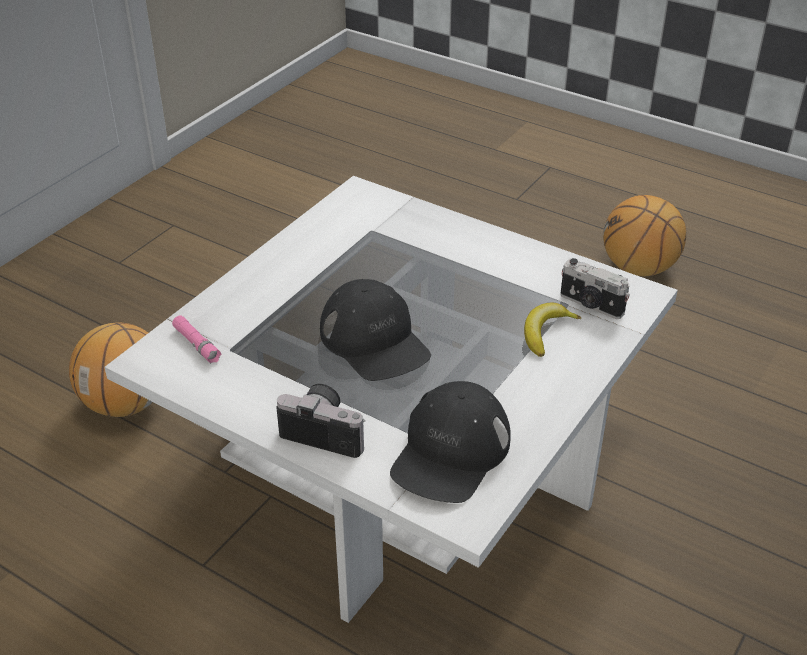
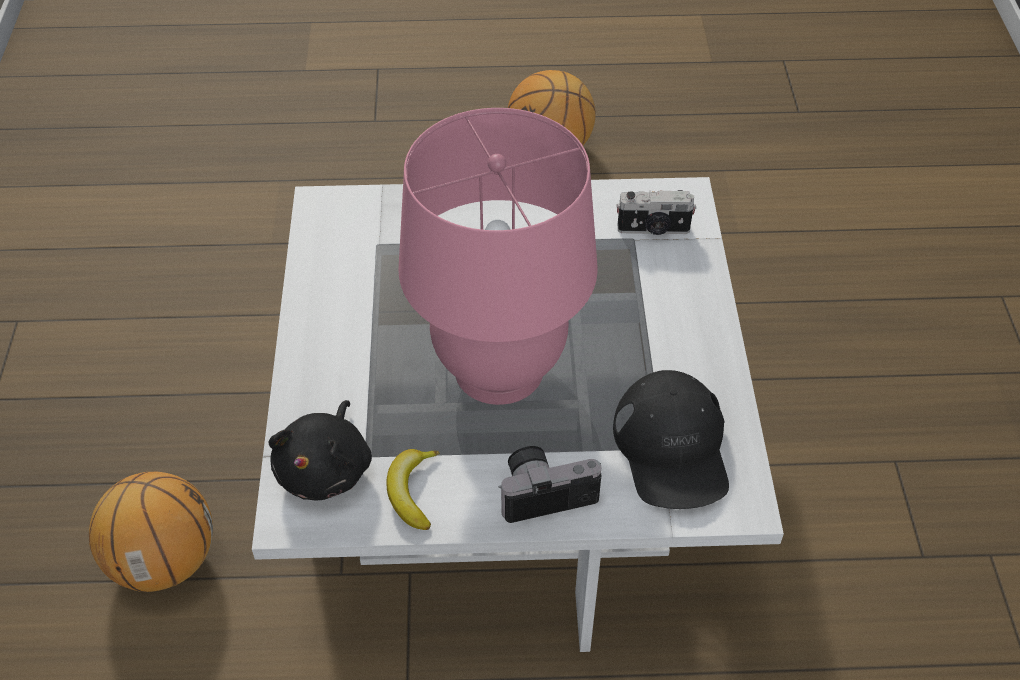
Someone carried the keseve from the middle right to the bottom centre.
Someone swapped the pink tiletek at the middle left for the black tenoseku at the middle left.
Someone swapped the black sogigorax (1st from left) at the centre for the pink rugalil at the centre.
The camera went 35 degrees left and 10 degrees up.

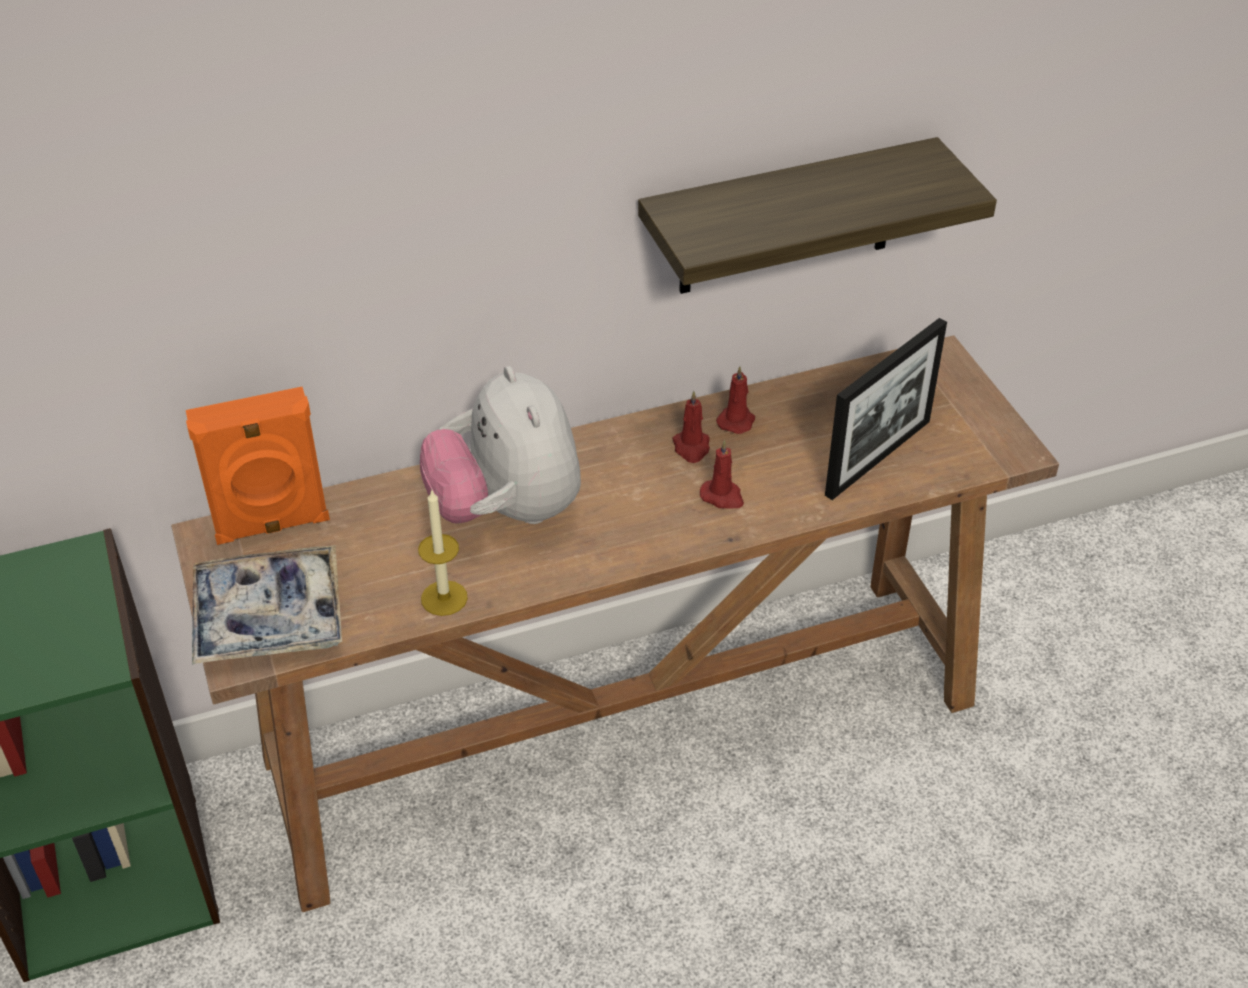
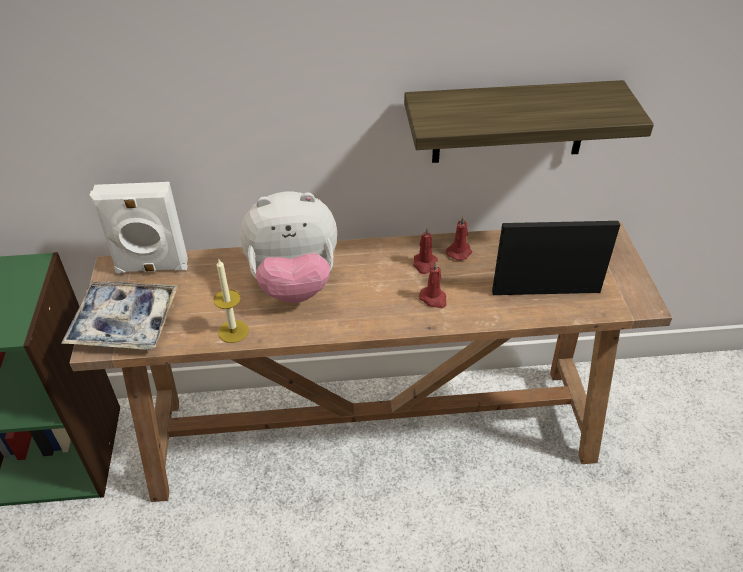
Someone repainted the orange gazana at the middle left, which became the white gazana at the middle left.
Someone rotated the tenoseku at the centre by 90 degrees counterclockwise.
Someone rotated the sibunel at the middle right by 150 degrees counterclockwise.
The camera went 15 degrees right and 0 degrees up.

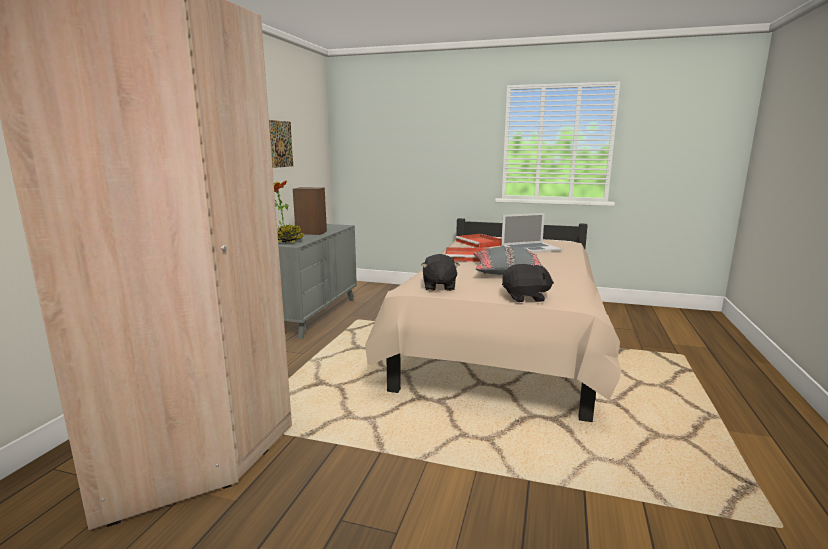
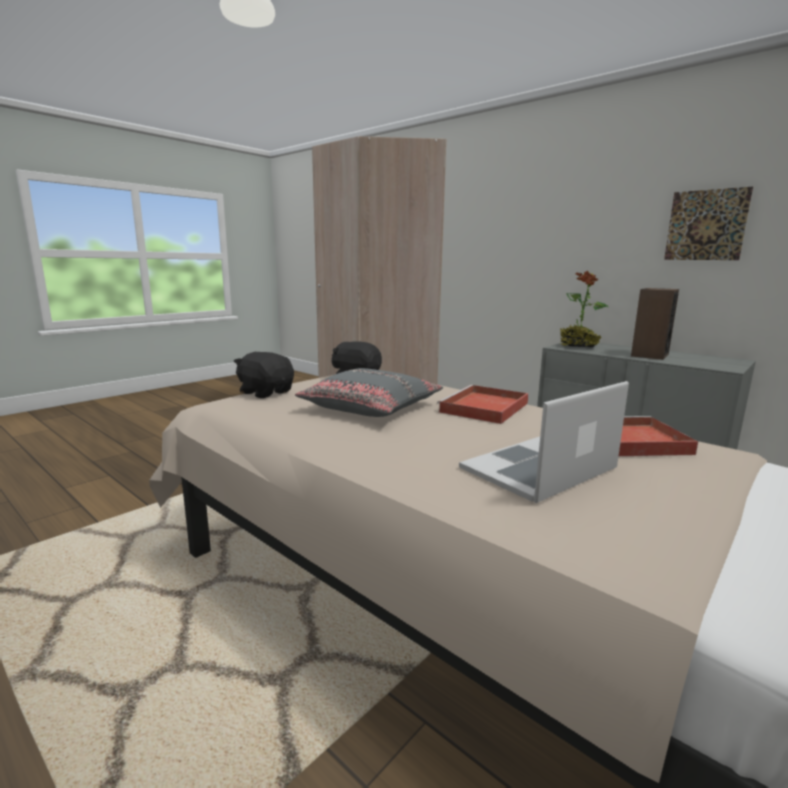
Someone rotated the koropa at the centre by 45 degrees clockwise.
Someone rotated the black tenoseku (2nd from left in the first image) at the centre by 105 degrees clockwise.
The camera went 115 degrees right and 0 degrees up.

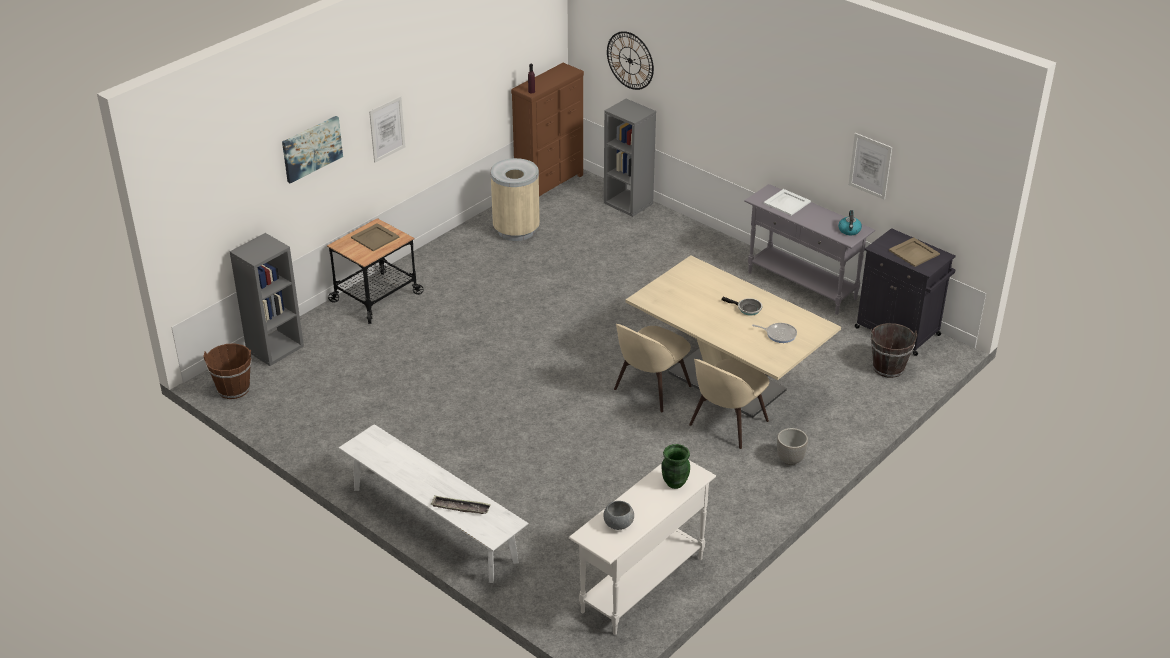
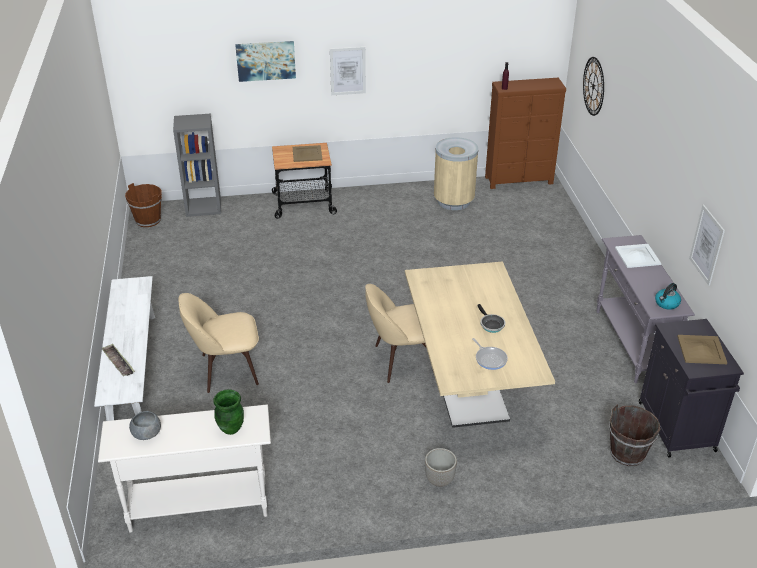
Someone took away the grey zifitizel (2nd from left) at the top centre.
Someone carried the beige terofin (2nd from left in the first image) from the centre to the middle left.
The camera went 40 degrees right and 0 degrees up.

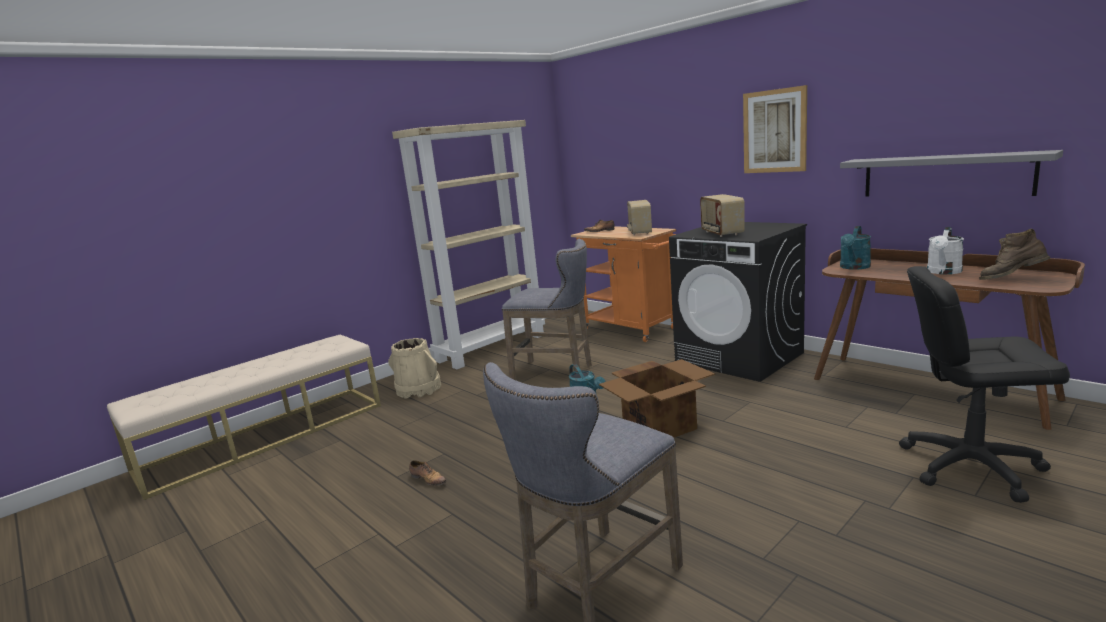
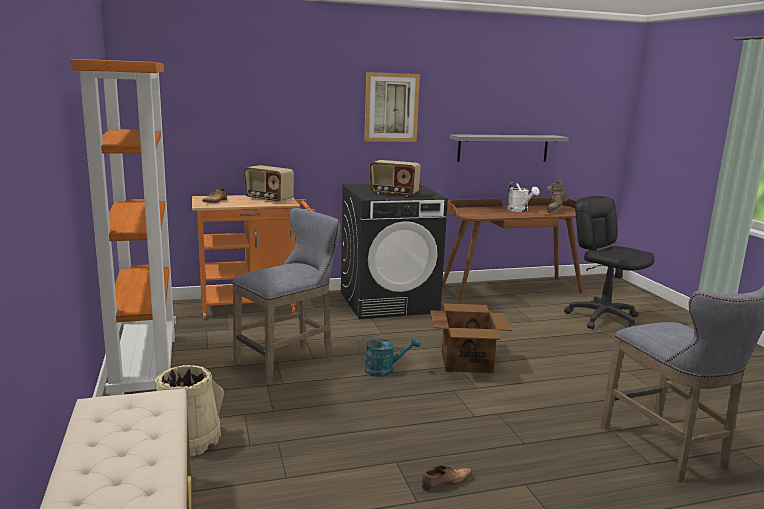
Someone took away the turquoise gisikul (2nd from left) at the middle right.
Someone repainted the beige zifitizel at the centre, which became the orange zifitizel at the middle left.
Someone rotated the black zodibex at the middle right by 105 degrees clockwise.
The camera went 65 degrees left and 0 degrees up.

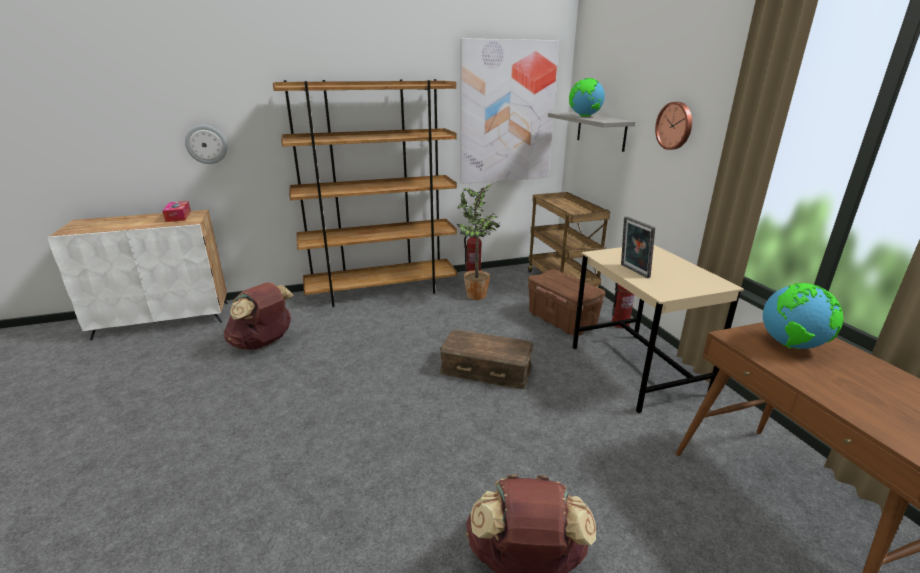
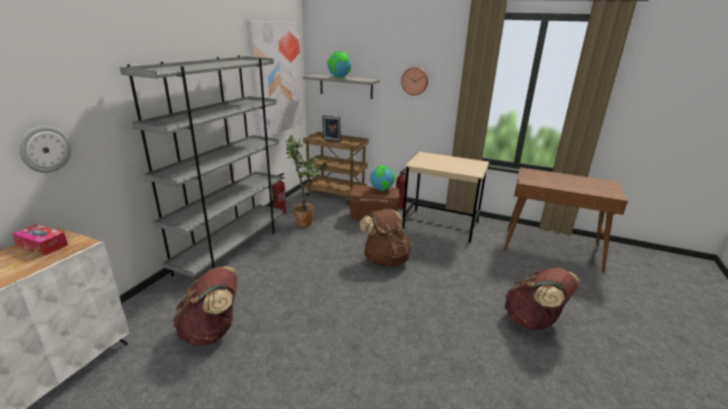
Someone carried the sibunel from the middle right to the top centre.
Someone carried the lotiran (2nd from left) from the middle right to the centre.
Someone swapped the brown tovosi (1st from left) at the centre for the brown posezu (2nd from left) at the centre.
Someone repainted the brown zifitizel at the centre, which became the grey zifitizel at the middle left.
The camera went 50 degrees left and 0 degrees up.

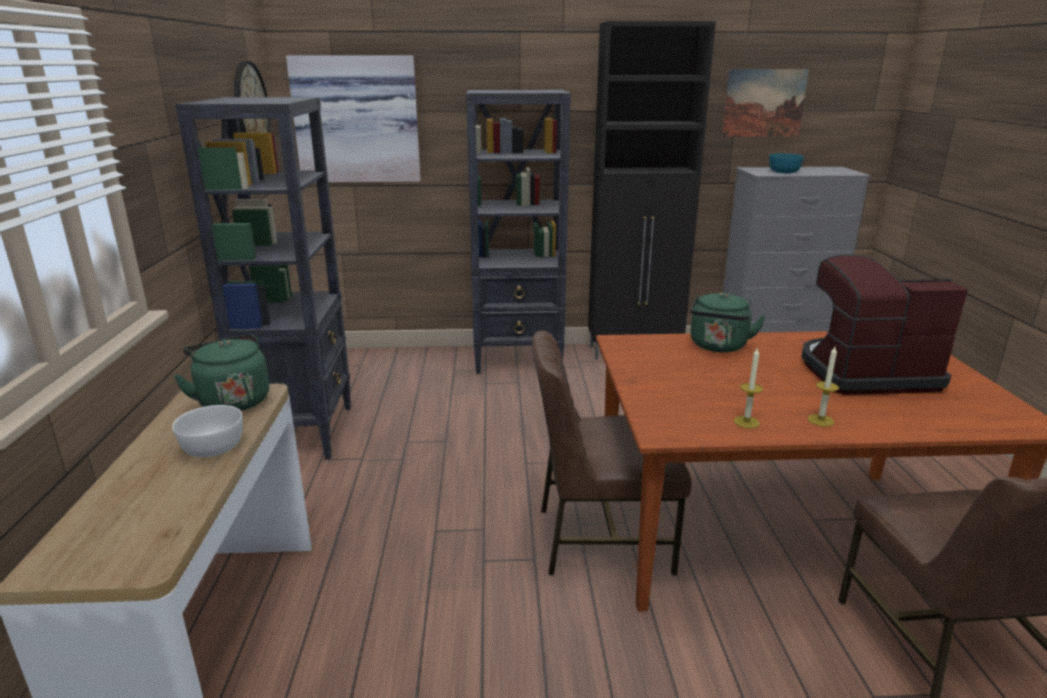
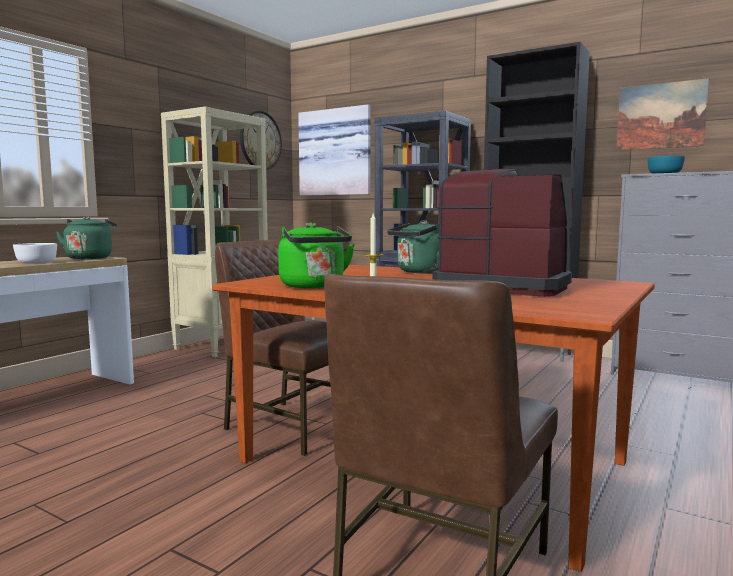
Someone swapped the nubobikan (1st from left) at the middle right for the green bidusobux (2nd from left) at the centre.
Someone repainted the black zifitizel (1st from left) at the middle left, which became the beige zifitizel at the middle left.
The camera went 35 degrees right and 15 degrees down.

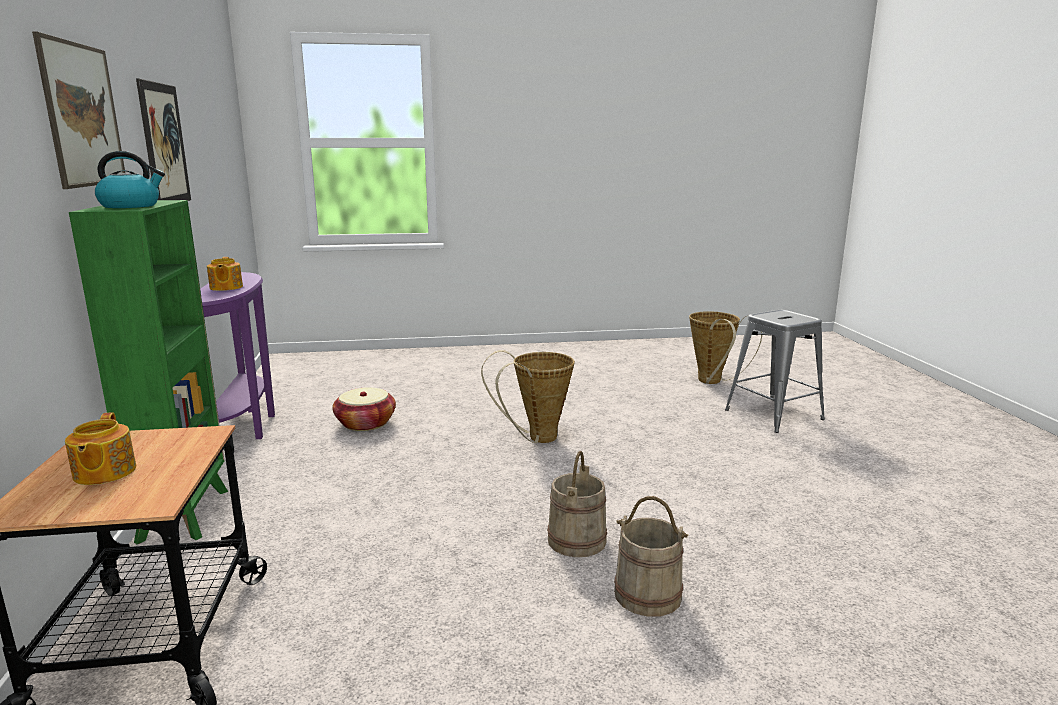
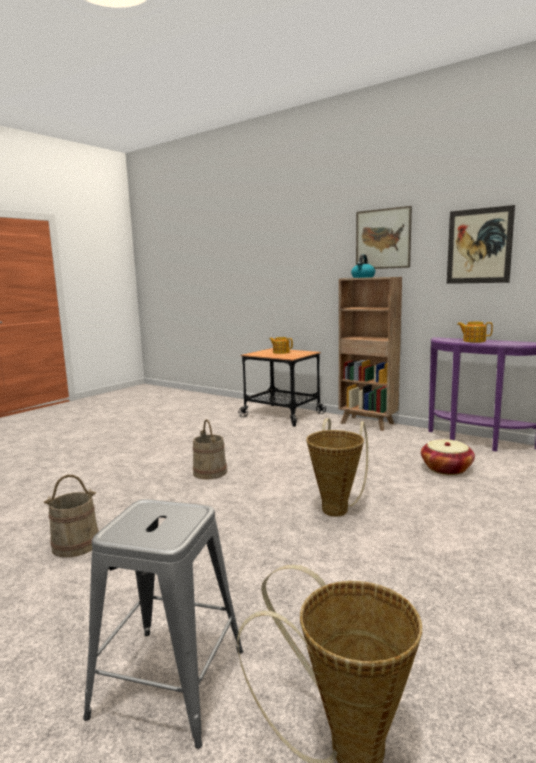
Someone carried the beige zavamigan (2nd from left in the first image) from the bottom centre to the bottom left.
Someone repainted the green zifitizel at the middle left, which became the brown zifitizel at the middle right.
The camera went 135 degrees right and 5 degrees down.

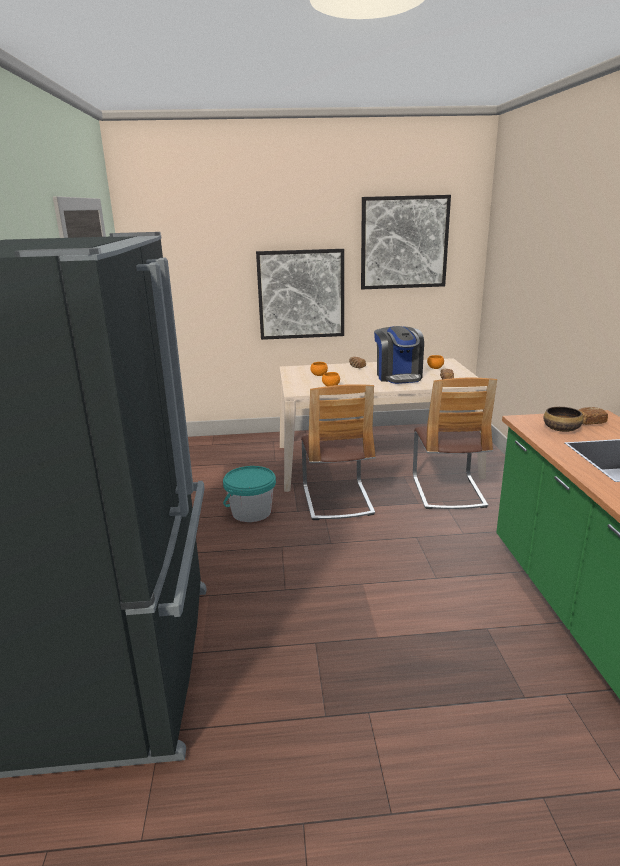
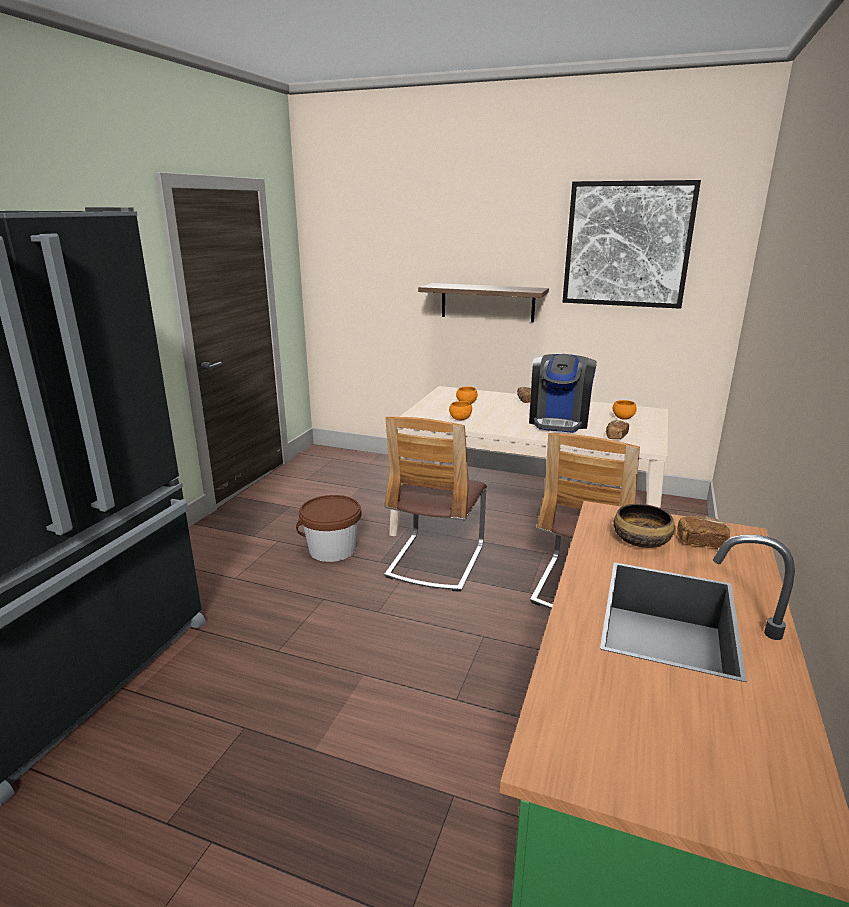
Someone swapped the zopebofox (1st from left) at the centre for the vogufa at the top centre.
Someone repainted the turquoise zavamigan at the centre, which became the brown zavamigan at the centre.
The camera went 25 degrees right and 0 degrees up.

